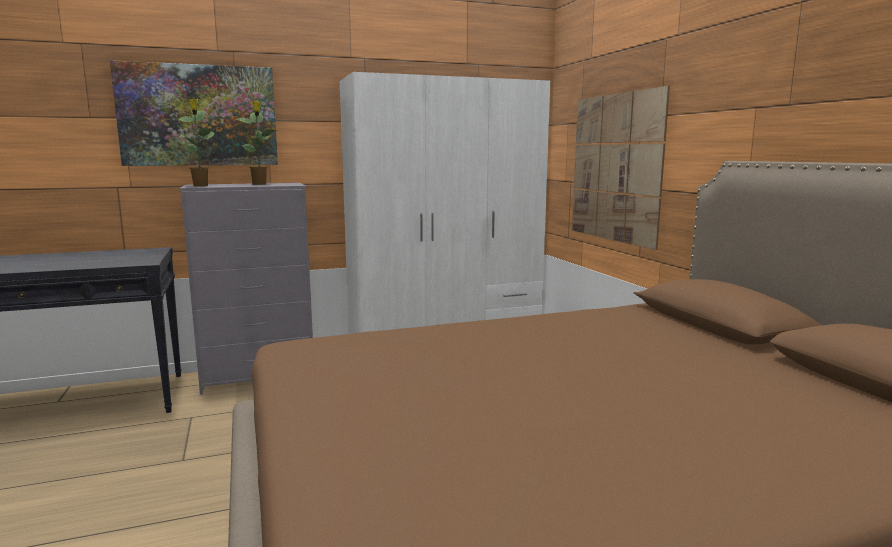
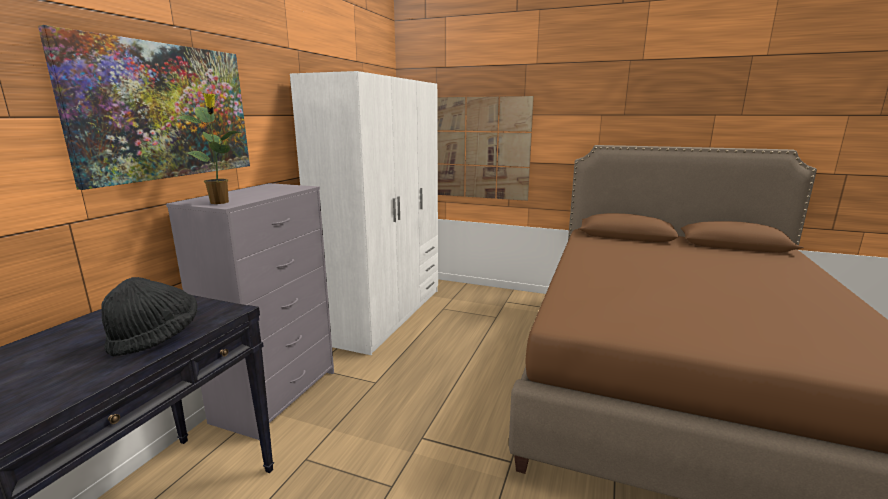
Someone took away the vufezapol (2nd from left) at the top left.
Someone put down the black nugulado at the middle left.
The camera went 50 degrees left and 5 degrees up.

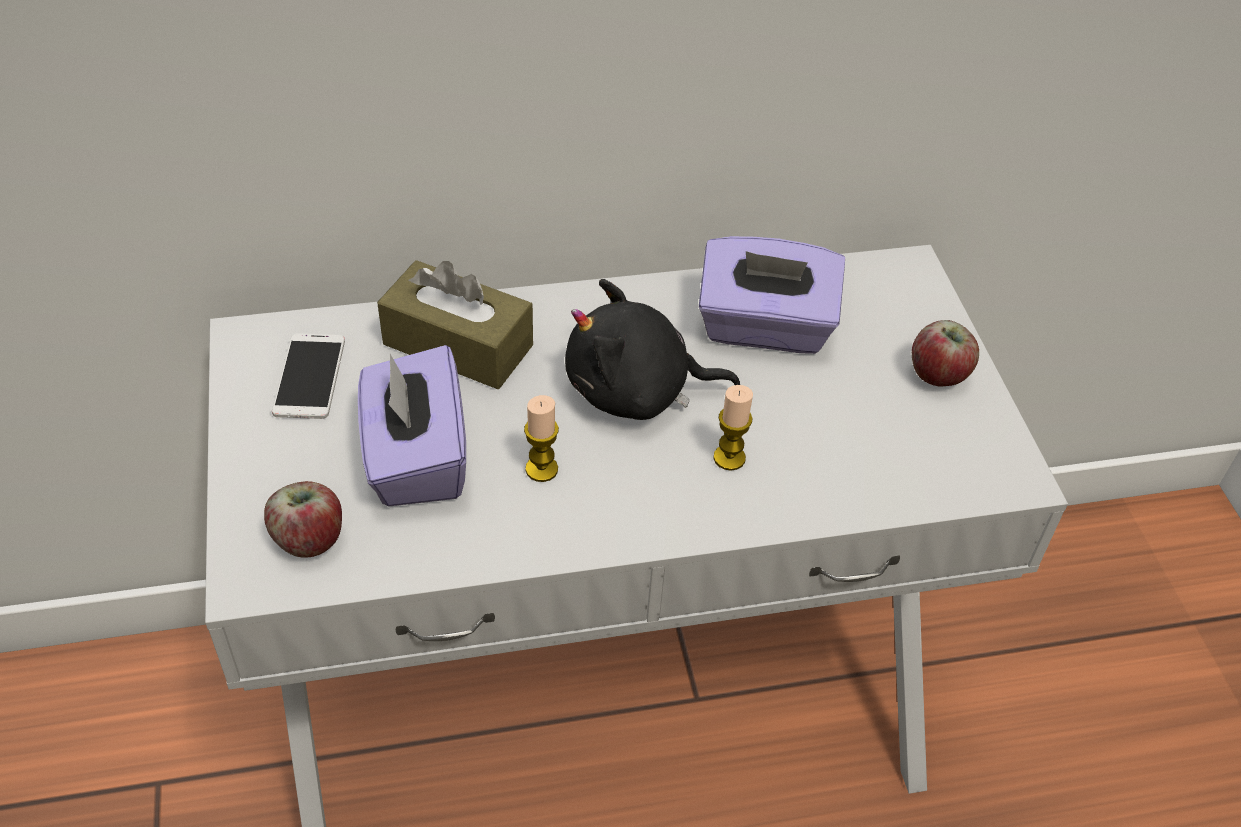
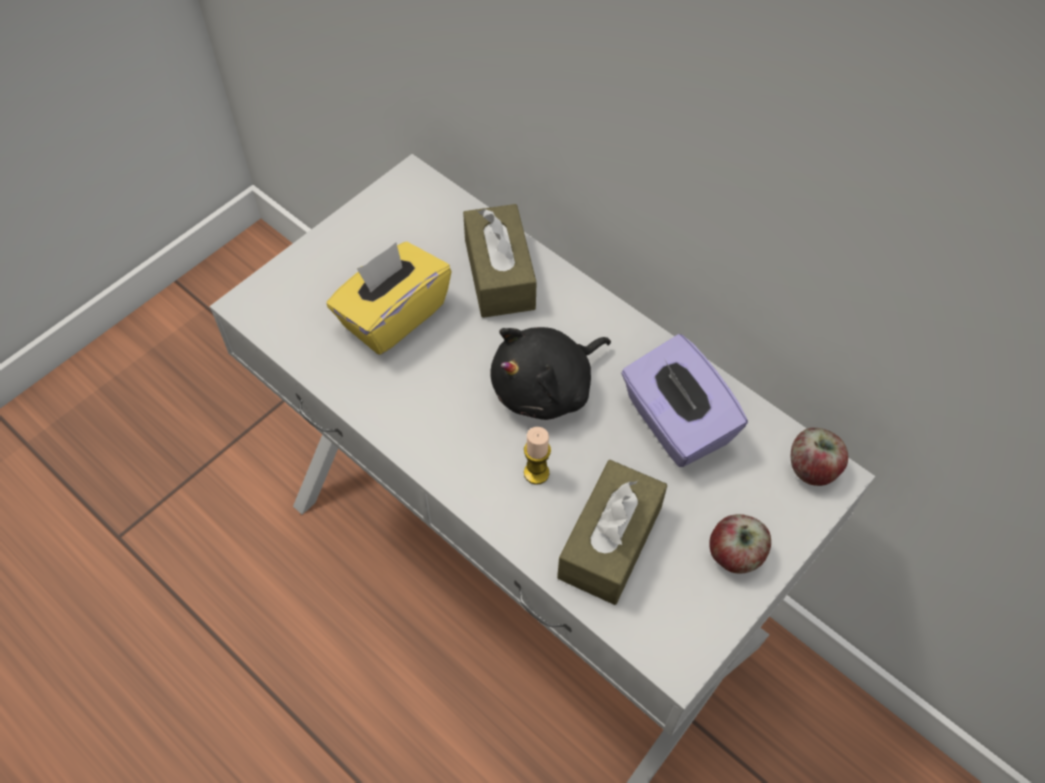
Someone took away the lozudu at the middle left.
Someone took away the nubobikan (1st from left) at the centre.
Someone put down the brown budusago (2nd from left) at the bottom centre.
Someone carried the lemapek (1st from left in the first image) from the middle left to the middle right.
Someone repainted the purple budusago (1st from left) at the middle left, which became the yellow budusago at the centre.
Someone rotated the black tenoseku at the centre by 90 degrees counterclockwise.
The camera went 55 degrees right and 10 degrees up.

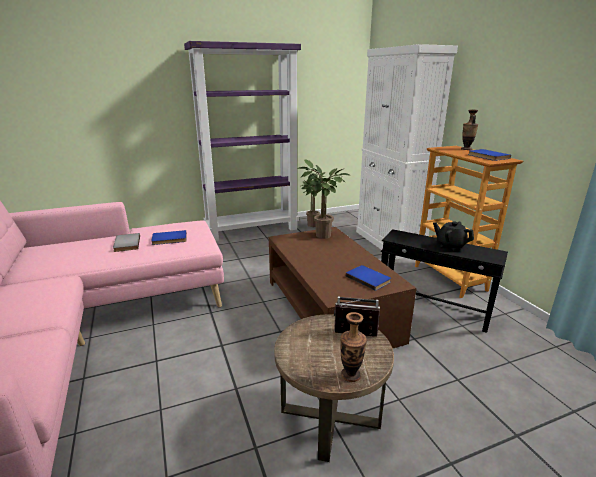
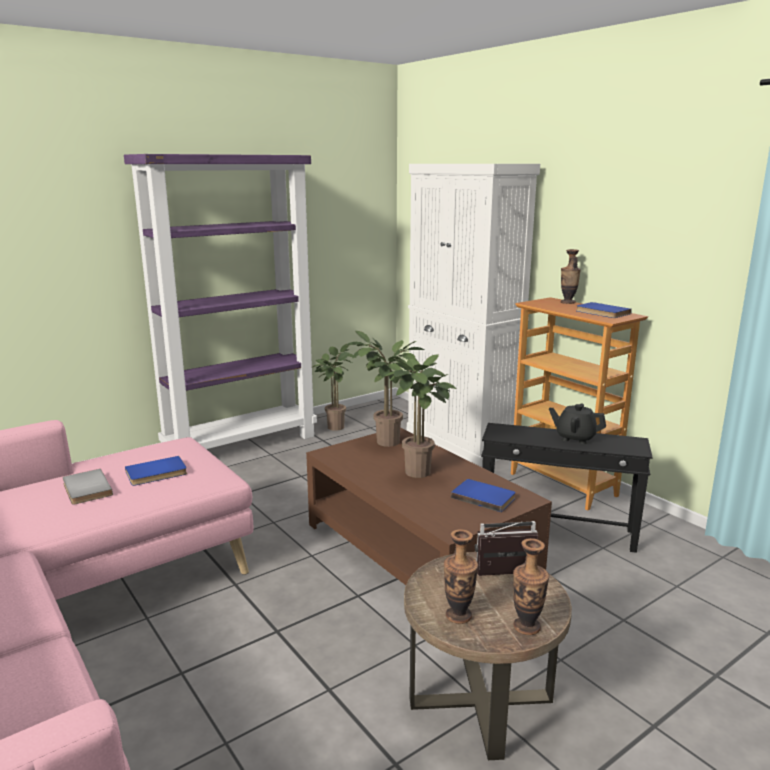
Someone put down the vufezapol (3rd from left) at the centre.
Someone put down the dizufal (1st from left) at the bottom centre.
The camera went 15 degrees left and 5 degrees down.

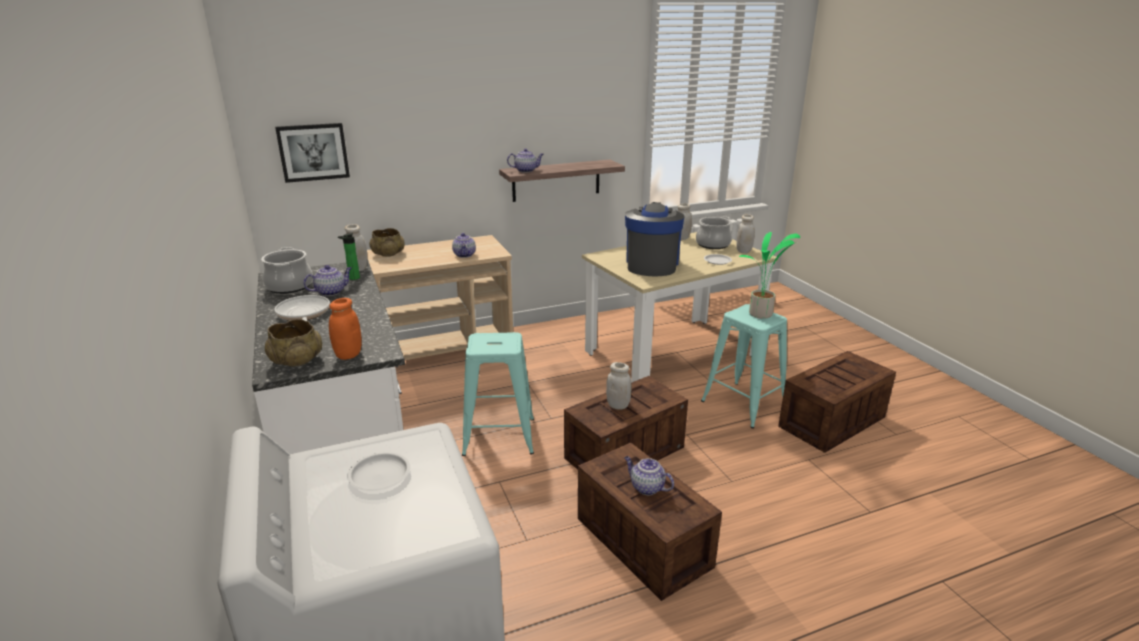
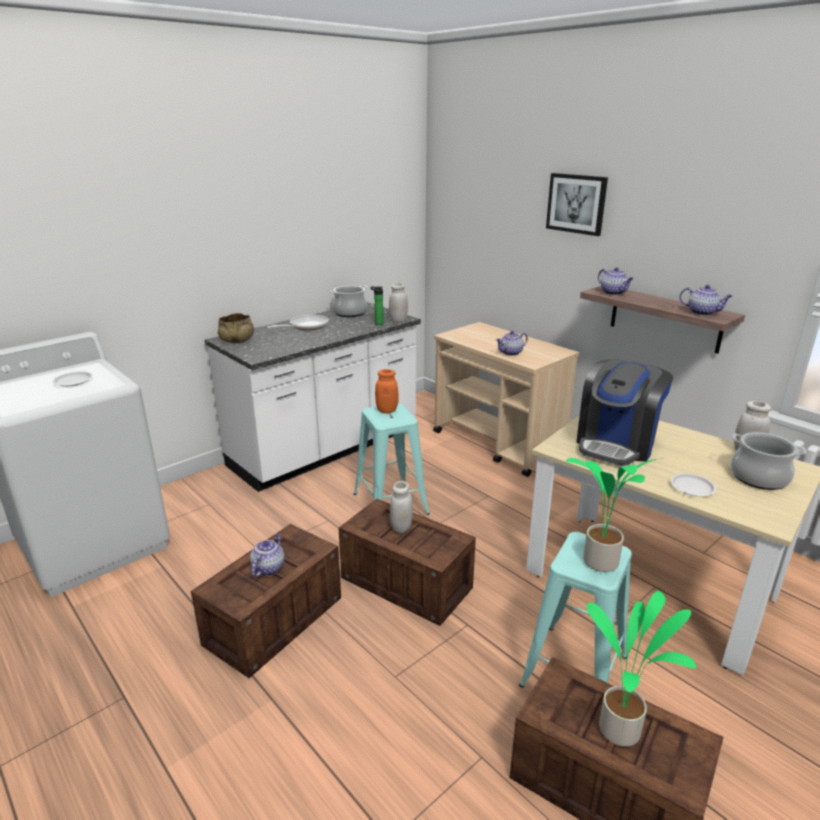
Someone took away the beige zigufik (2nd from left) at the centre.
Someone took away the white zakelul (4th from left) at the centre.
Someone put down the vufezapol (2nd from left) at the bottom right.
Someone carried the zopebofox from the top left to the top right.
Someone carried the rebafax (1st from left in the first image) from the middle left to the middle right.
Someone carried the orange zakelul from the middle left to the centre.
Someone rotated the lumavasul at the centre by 135 degrees clockwise.
The camera went 70 degrees right and 0 degrees up.

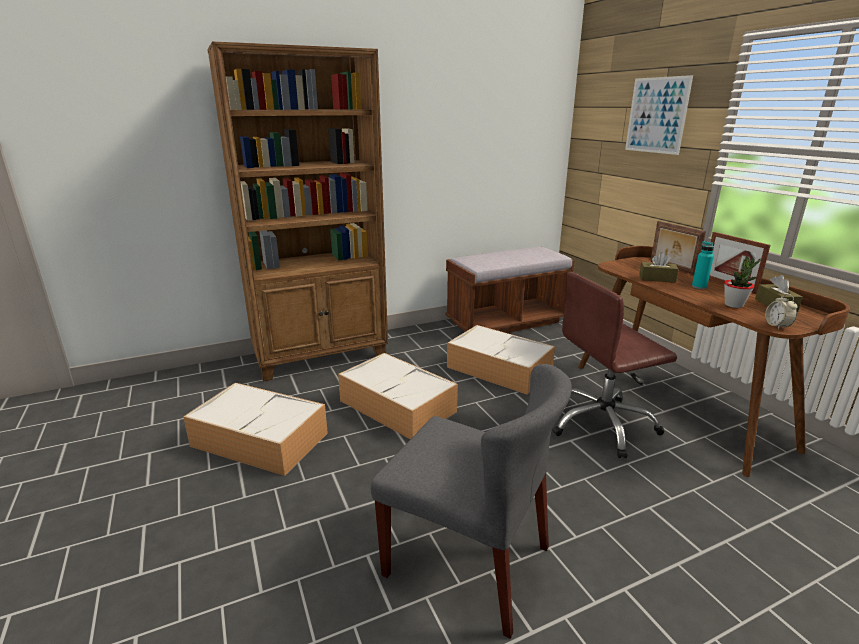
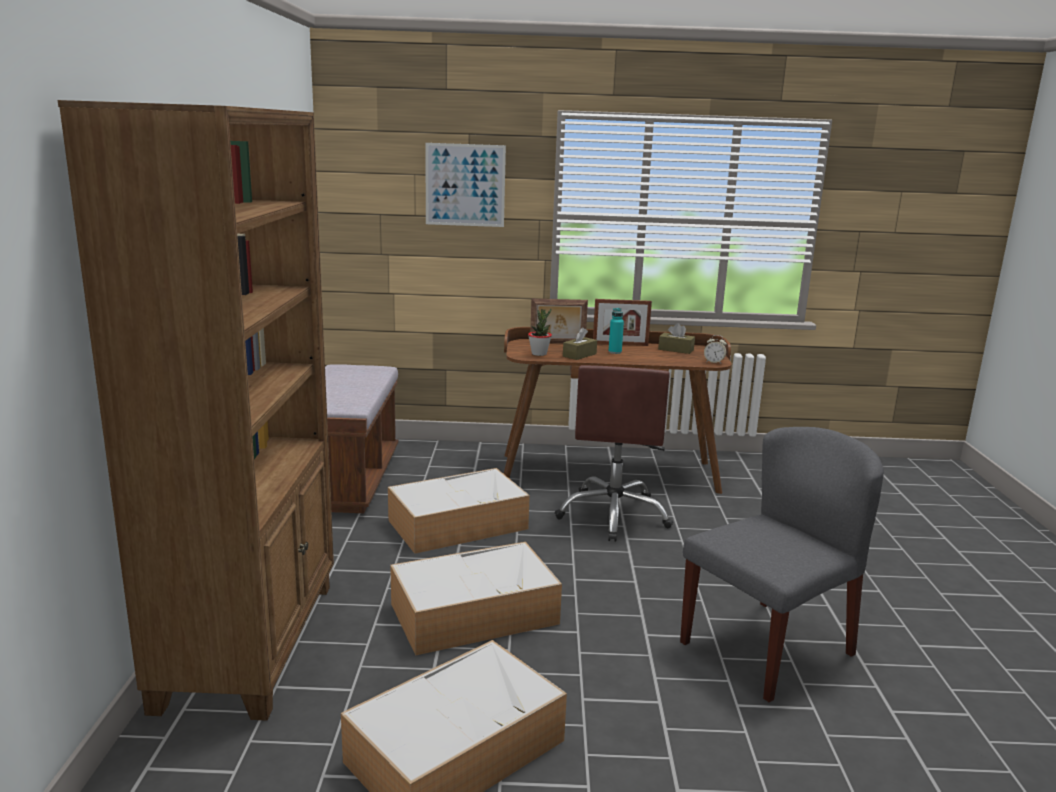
Someone carried the vufezapol from the middle right to the centre.
The camera went 65 degrees left and 5 degrees down.

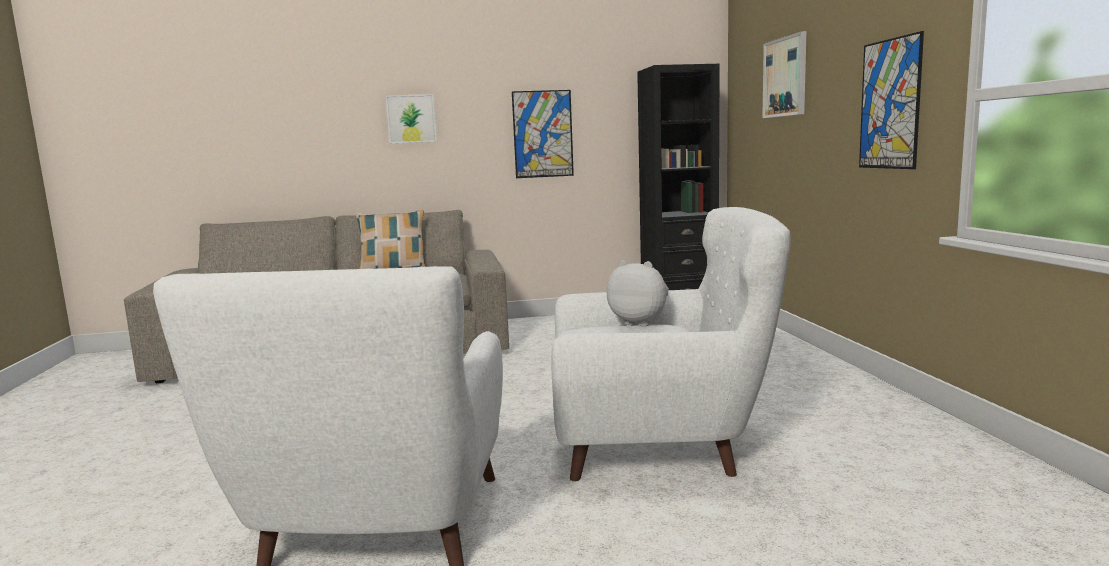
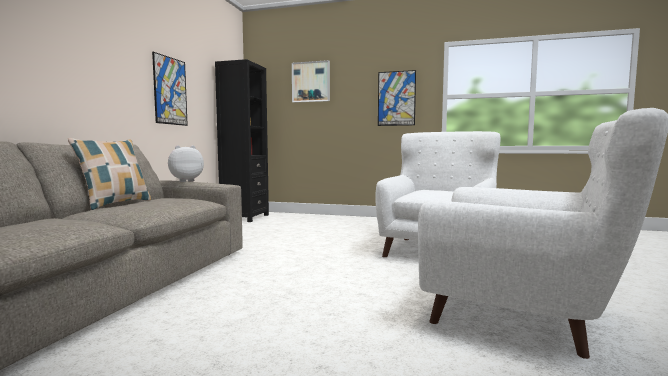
Someone took away the zopebofox (1st from left) at the top centre.
Someone carried the tenoseku from the centre to the middle left.
The camera went 65 degrees left and 5 degrees down.

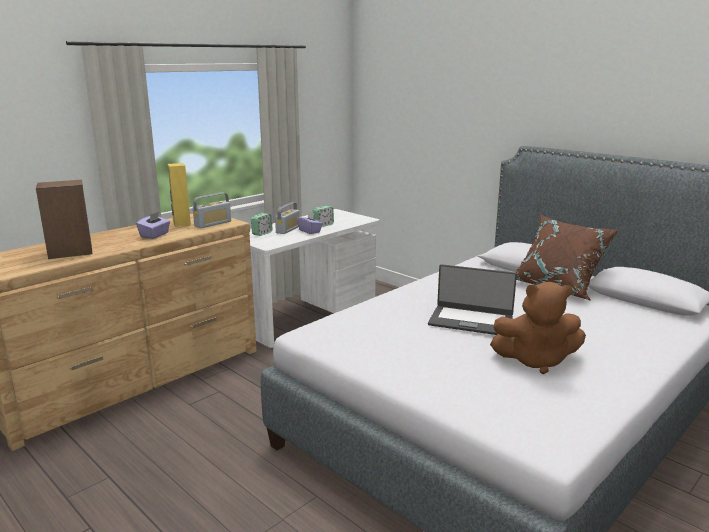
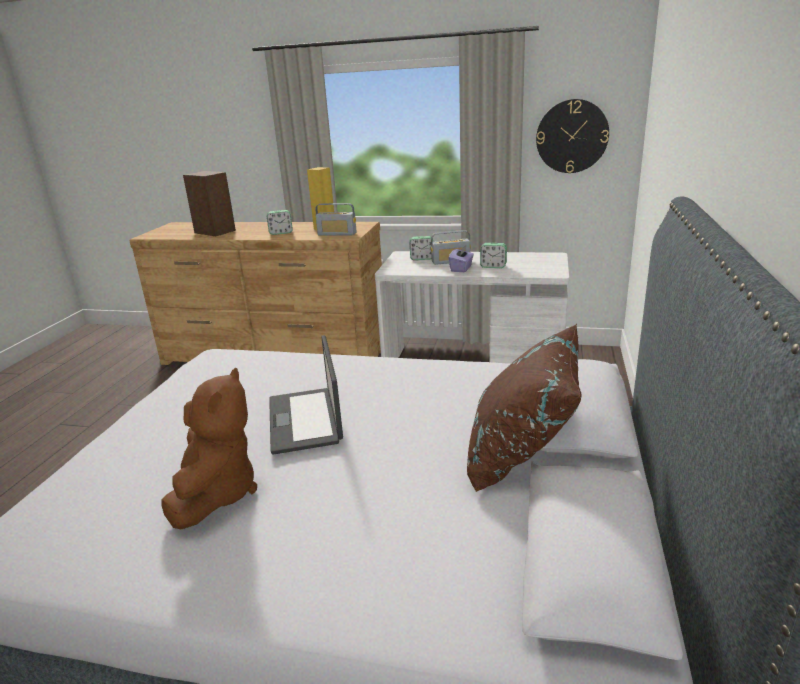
Someone put up the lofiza at the top right.
Someone swapped the purple budusago (1st from left) at the middle left for the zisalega (1st from left) at the top centre.
Someone rotated the brown tenoseku at the middle right by 150 degrees counterclockwise.
The camera went 60 degrees right and 5 degrees up.

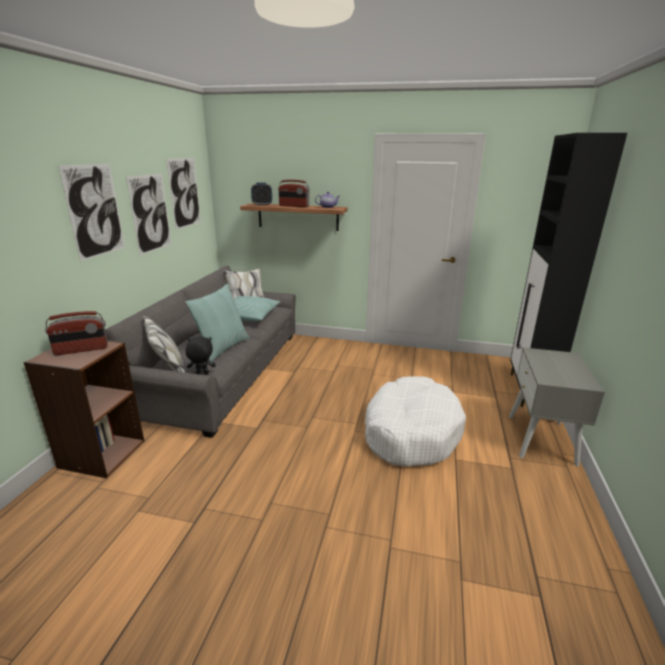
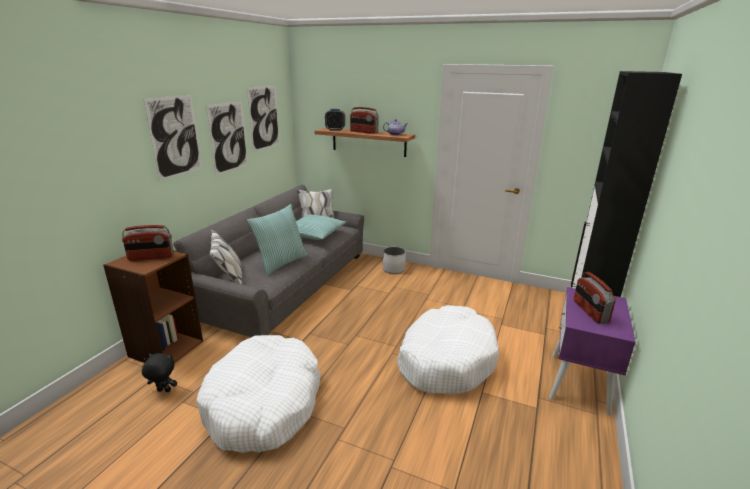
Someone put down the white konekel (1st from left) at the bottom centre.
Someone put down the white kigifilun at the centre.
Someone put down the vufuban (3rd from left) at the middle right.
Someone carried the black tenoseku from the middle left to the bottom left.
Someone repainted the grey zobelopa at the middle right, which became the purple zobelopa at the bottom right.
The camera went 10 degrees right and 0 degrees up.

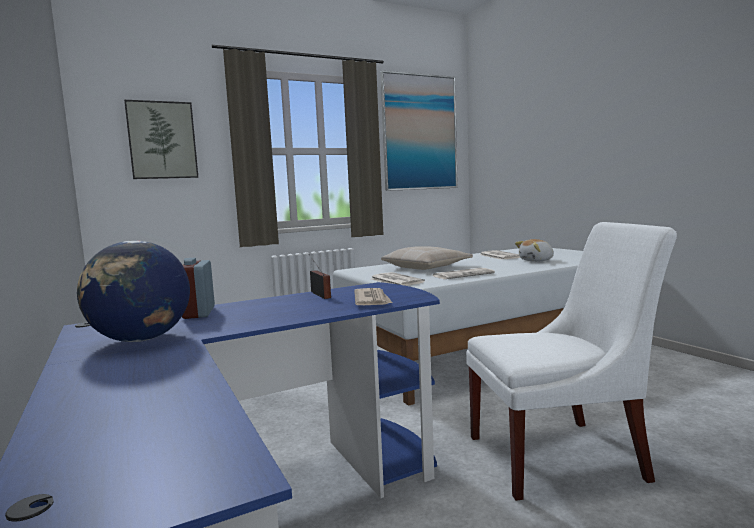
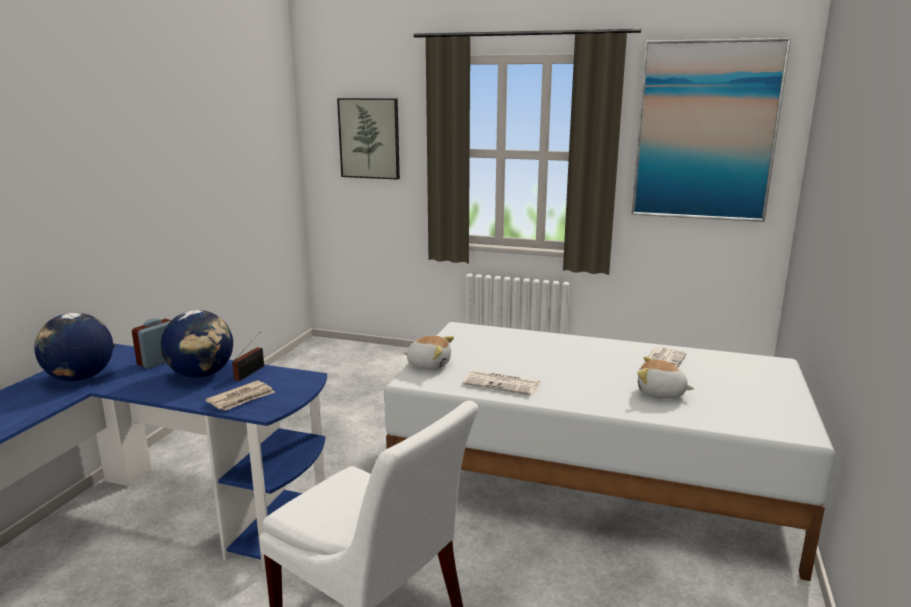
Someone took away the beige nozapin at the centre.
Someone put down the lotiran (2nd from left) at the middle left.
Someone swapped the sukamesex (2nd from left) at the centre for the tenoseku (1st from left) at the centre.
The camera went 45 degrees right and 10 degrees up.

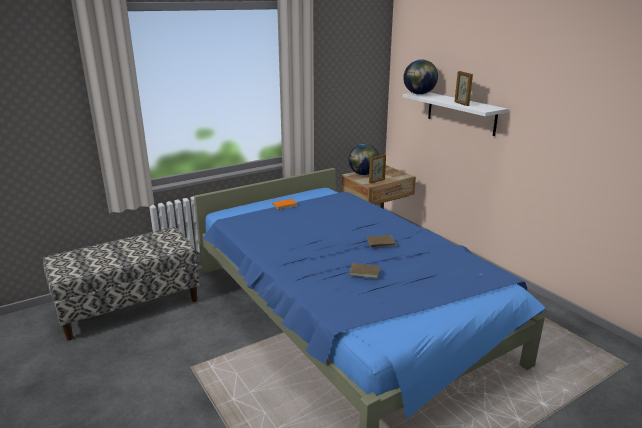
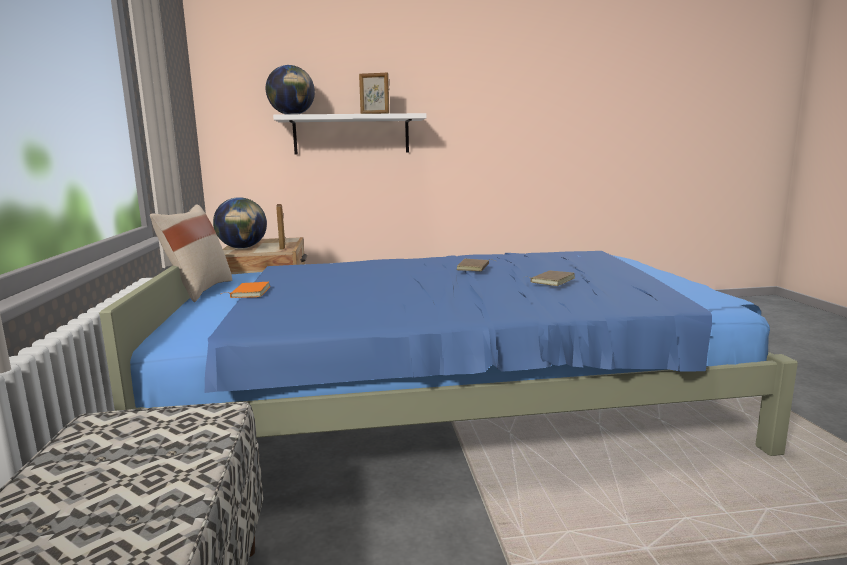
Someone put down the beige nozapin at the middle left.
The camera went 65 degrees left and 10 degrees down.

